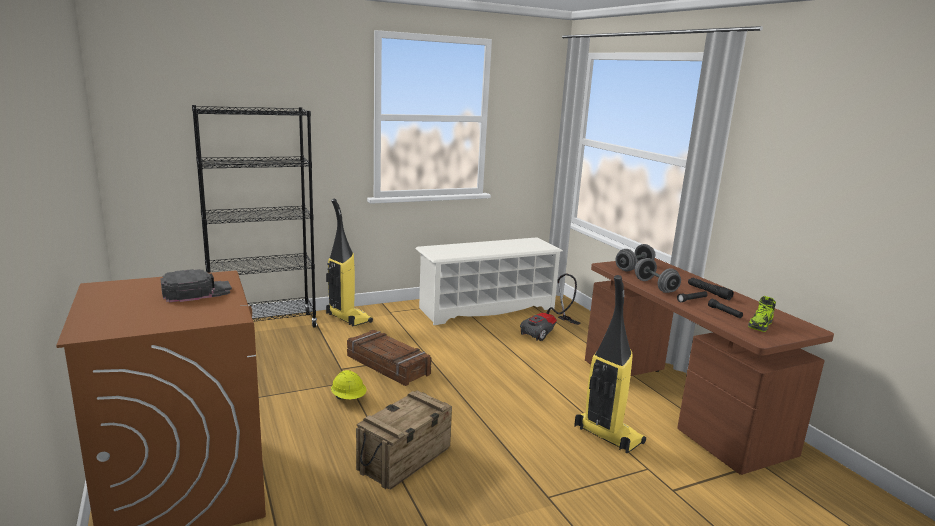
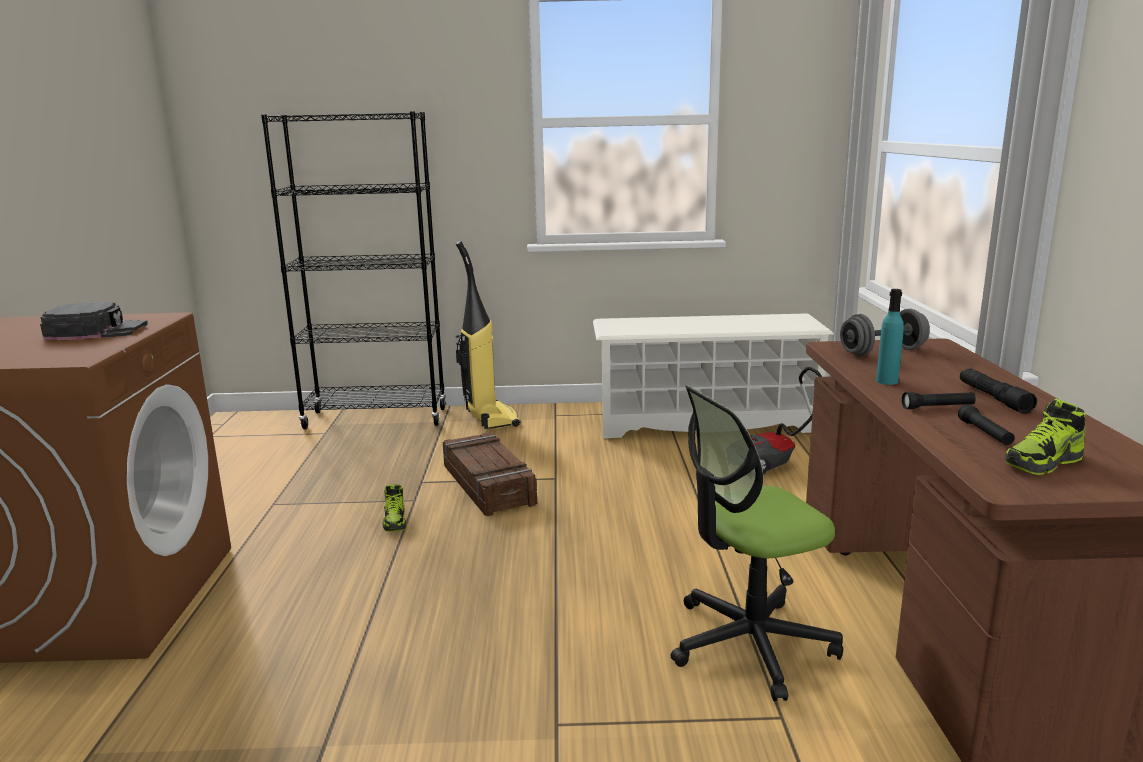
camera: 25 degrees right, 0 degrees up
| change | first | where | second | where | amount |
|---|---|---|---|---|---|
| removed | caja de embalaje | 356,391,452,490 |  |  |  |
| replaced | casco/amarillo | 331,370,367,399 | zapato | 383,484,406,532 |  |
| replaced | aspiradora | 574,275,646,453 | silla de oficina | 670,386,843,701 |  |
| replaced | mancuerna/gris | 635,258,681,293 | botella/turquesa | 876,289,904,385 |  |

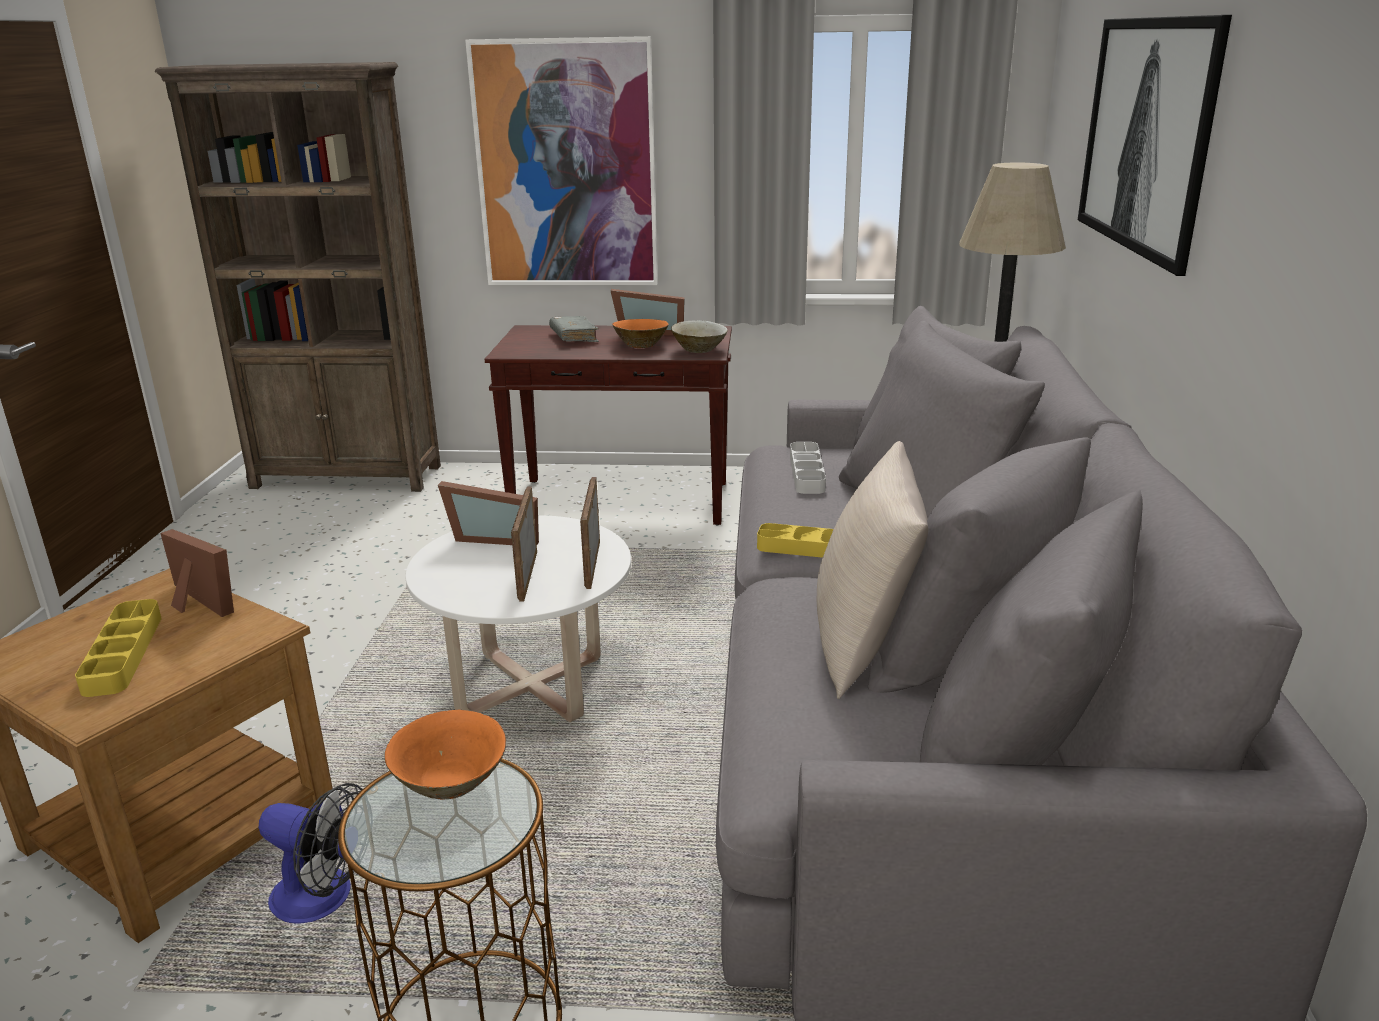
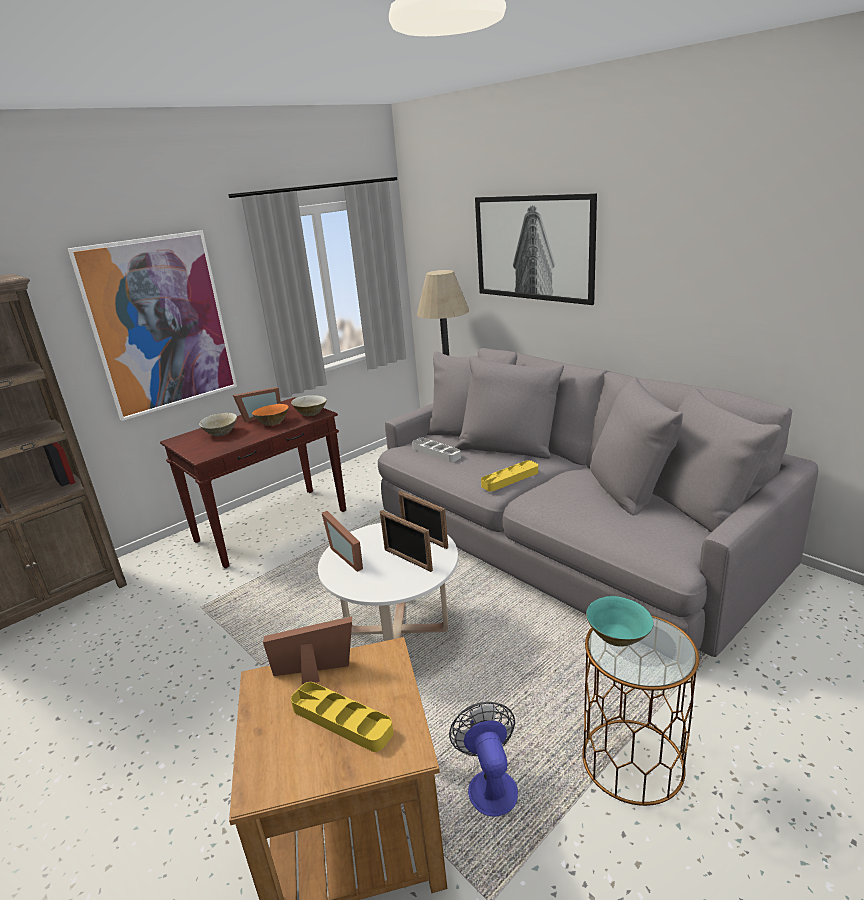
camera: 45 degrees left, 0 degrees up
| change | first | where | second | where | amount |
|---|---|---|---|---|---|
| removed | cojín/beis | 817,441,928,699 |  |  |  |
| replaced | libro/gris | 549,316,599,342 | cuenco/beis | 199,413,237,436 |  |
| recoloured | cuenco/naranja | 385,710,506,800 | cuenco/turquesa | 586,596,654,646 |  |
| turned | ventilador | 259,783,363,923 |  | 449,702,518,816 | 75 degrees counterclockwise |
| turned | portarretratos | 438,481,539,545 |  | 322,511,363,572 | 90 degrees clockwise |

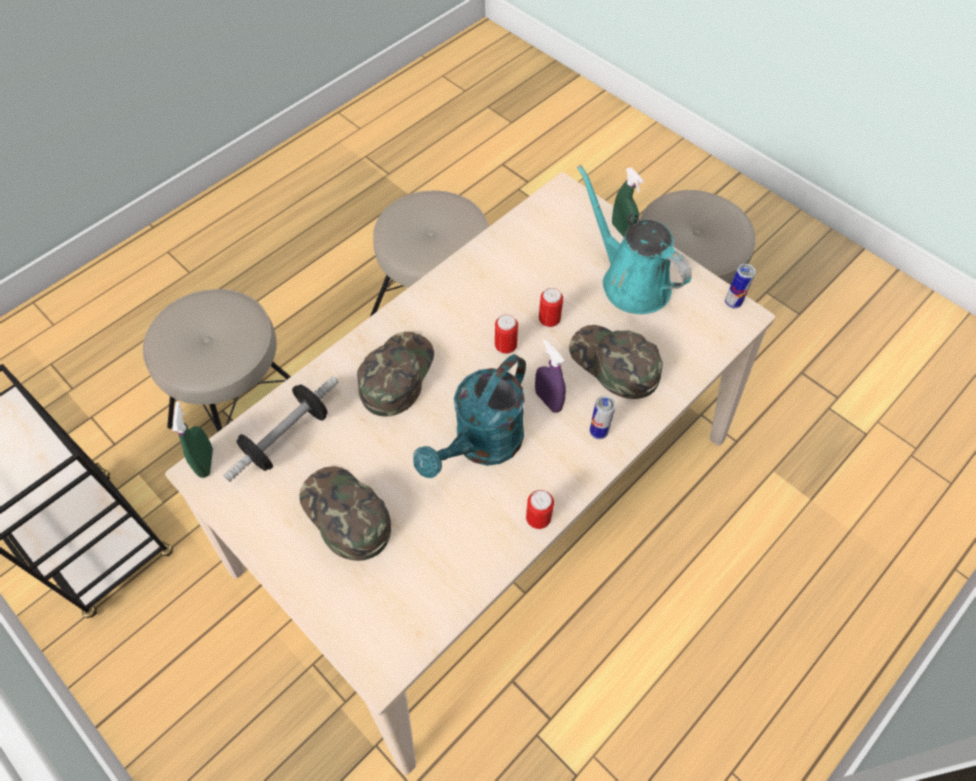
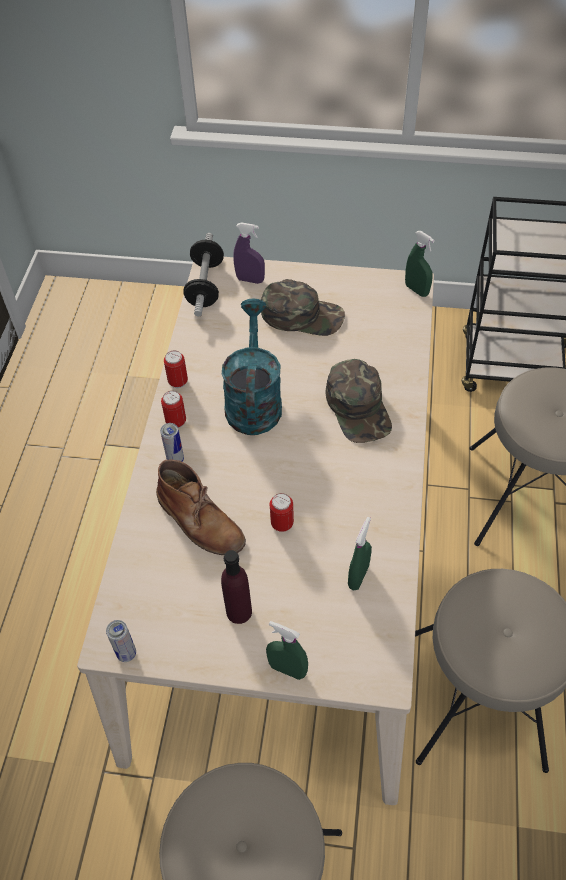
camera: 145 degrees right, 5 degrees down
| change | first | where | second | where | amount |
|---|---|---|---|---|---|
| added |  |  | pulverizador/verde | 348,517,372,590 |  |
| moved | mancuerna | 223,376,339,482 |  | 183,233,224,317 |  |
| moved | lata | 495,314,518,354 |  | 161,391,186,428 |  |
| moved | pulverizador/morado | 535,340,566,413 |  | 233,222,265,284 |  |
| replaced | gorra/verde | 569,325,663,399 | bota/marrón | 156,459,246,555 |  |
| replaced | regadera/turquesa | 577,165,692,314 | botella/morado | 221,550,252,624 |  |

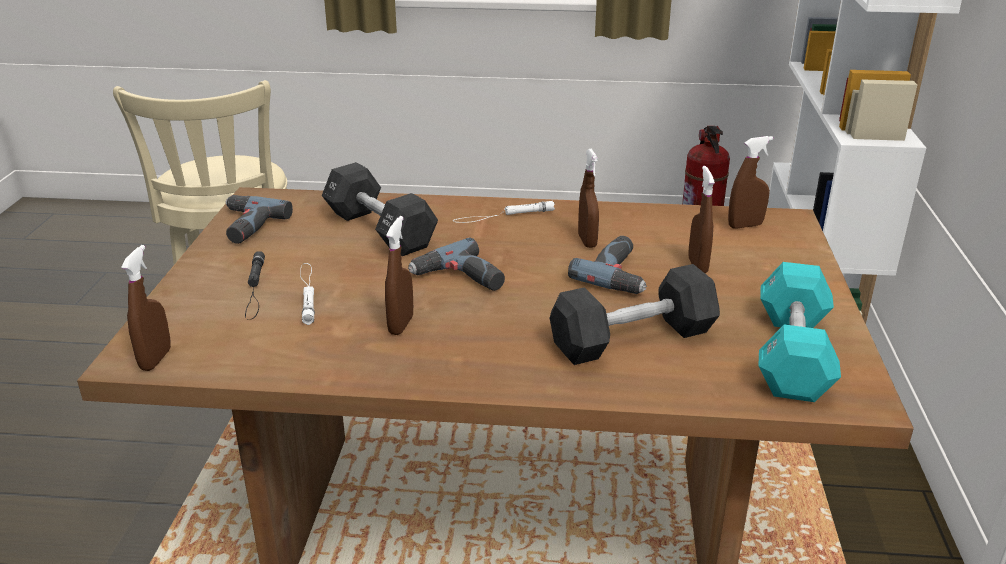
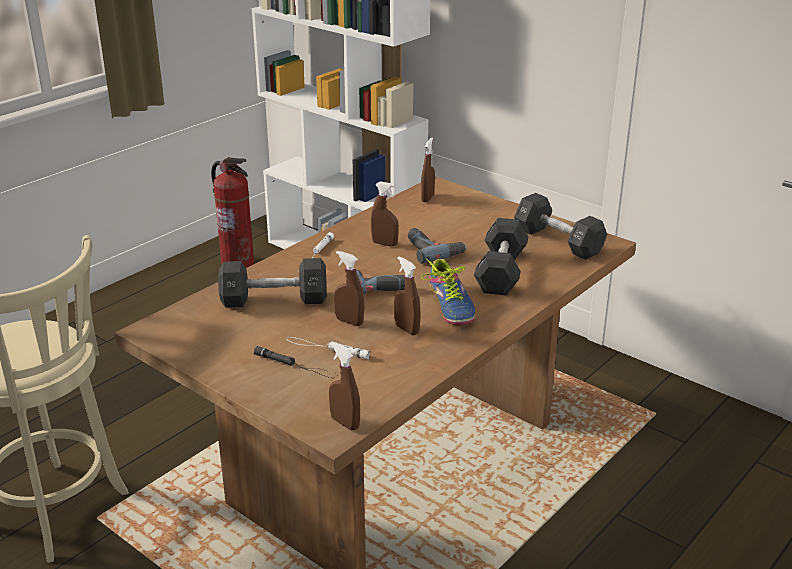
camera: 55 degrees left, 0 degrees up
| change | first | where | second | where | amount |
|---|---|---|---|---|---|
| removed | taladro | 225,195,293,244 |  |  |  |
| added |  |  | zapato | 421,259,475,325 |  |
| moved | pulverizador/marrón | 688,166,715,273 |  | 334,251,364,326 |  |
| recoloured | mancuerna/turquesa | 759,262,841,402 | mancuerna/negro | 514,193,607,260 |  |

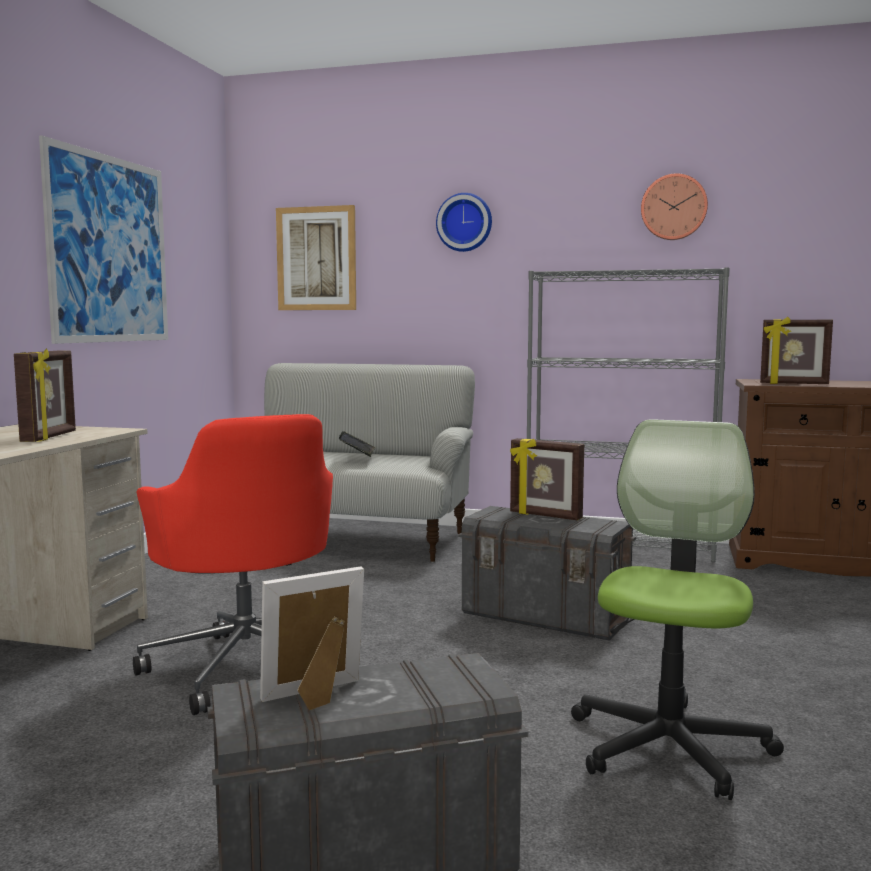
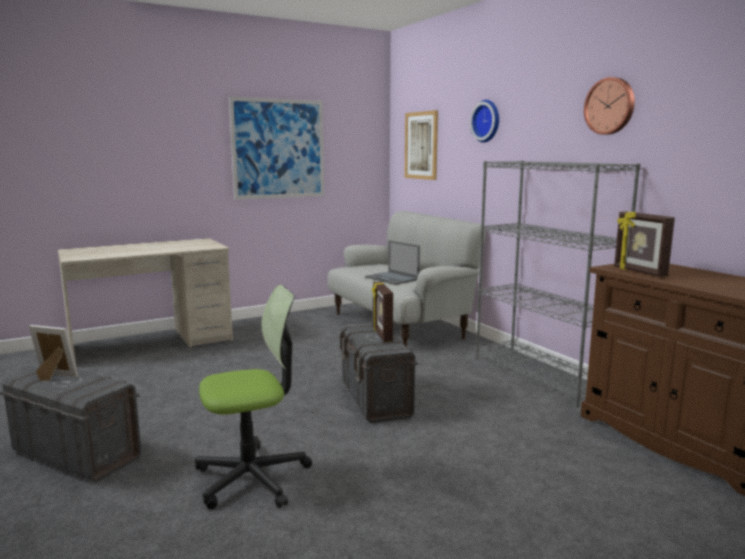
camera: 45 degrees right, 5 degrees up
| change | first | where | second | where | amount |
|---|---|---|---|---|---|
| removed | portarretratos | 14,348,76,442 |  |  |  |
| removed | silla de oficina/rojo | 133,414,333,715 |  |  |  |
| replaced | libro | 339,431,375,457 | portátil | 365,240,420,285 |  |

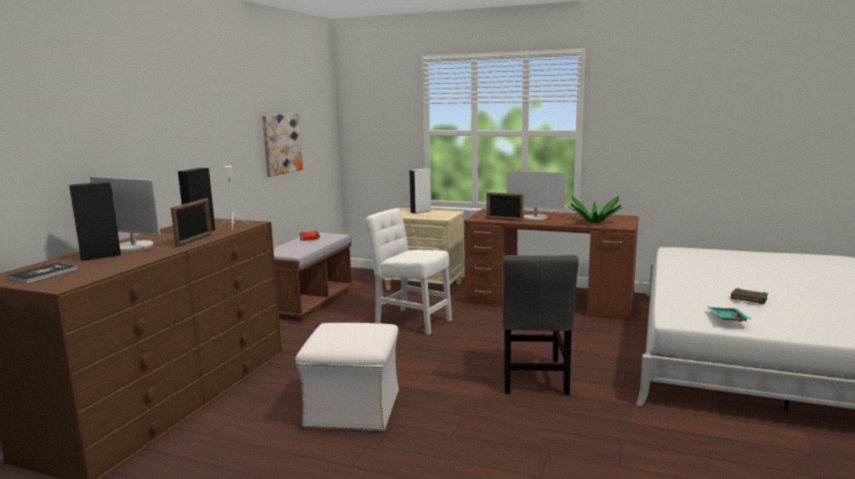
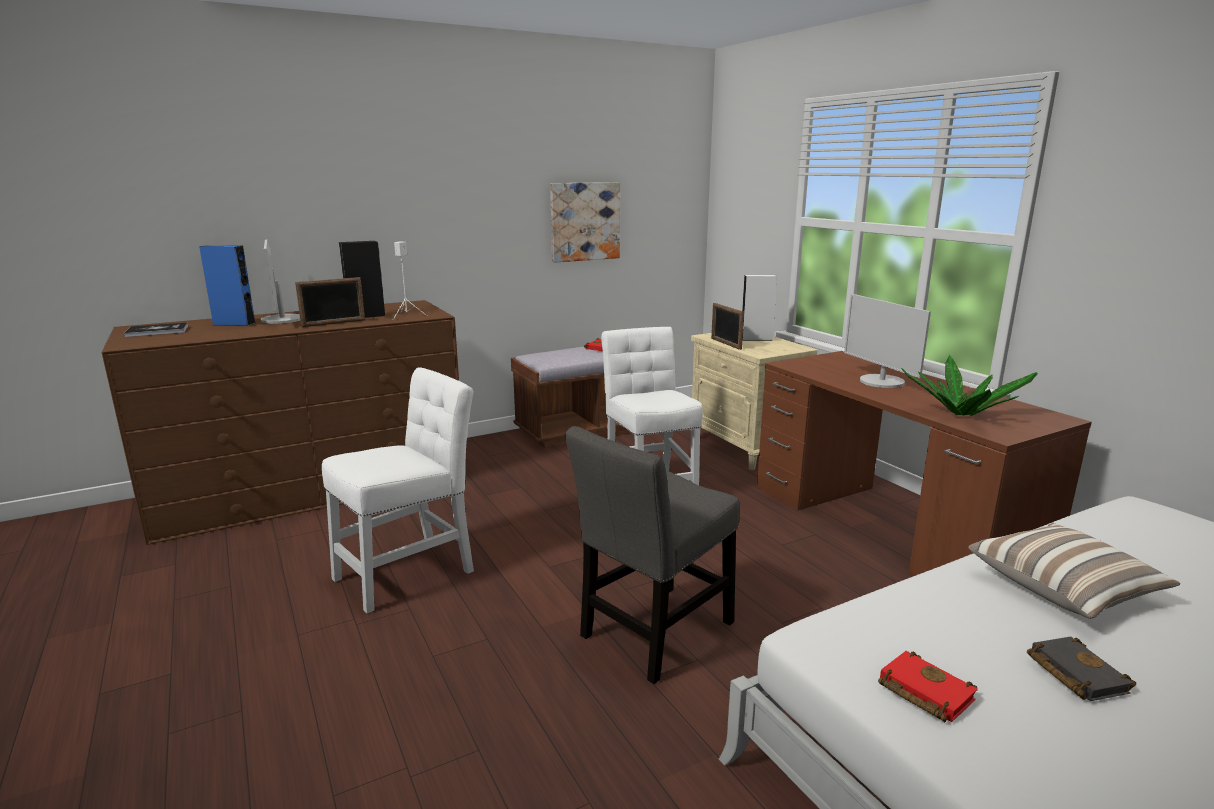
camera: 40 degrees right, 5 degrees up
| change | first | where | second | where | amount |
|---|---|---|---|---|---|
| added |  |  | cojín | 968,523,1180,619 |  |
| moved | portarretratos | 487,192,523,221 |  | 711,303,744,350 |  |
| replaced | puf/blanco | 296,323,399,431 | silla/blanco | 322,367,474,613 |  |
| replaced | bandeja/turquesa | 707,306,751,322 | libro/rojo | 878,651,978,722 |  |
| recoloured | altavoz/negro | 69,181,121,261 | altavoz/azul | 199,245,255,326 |  |

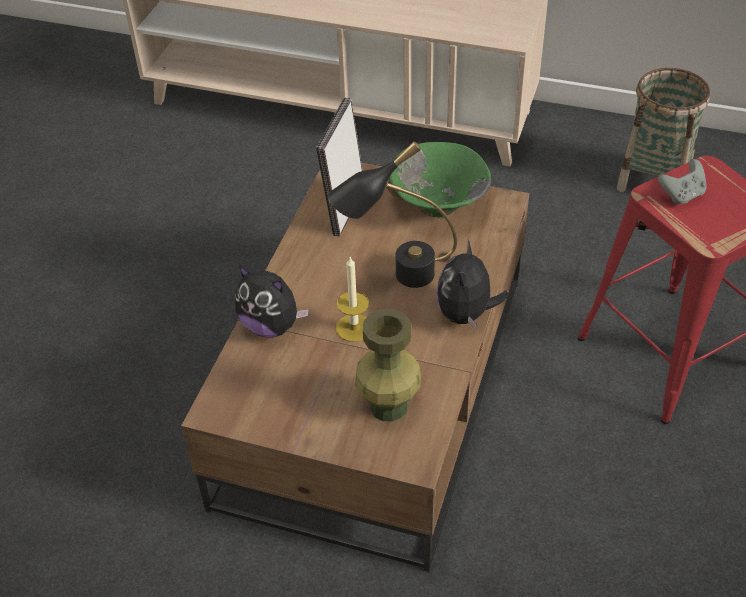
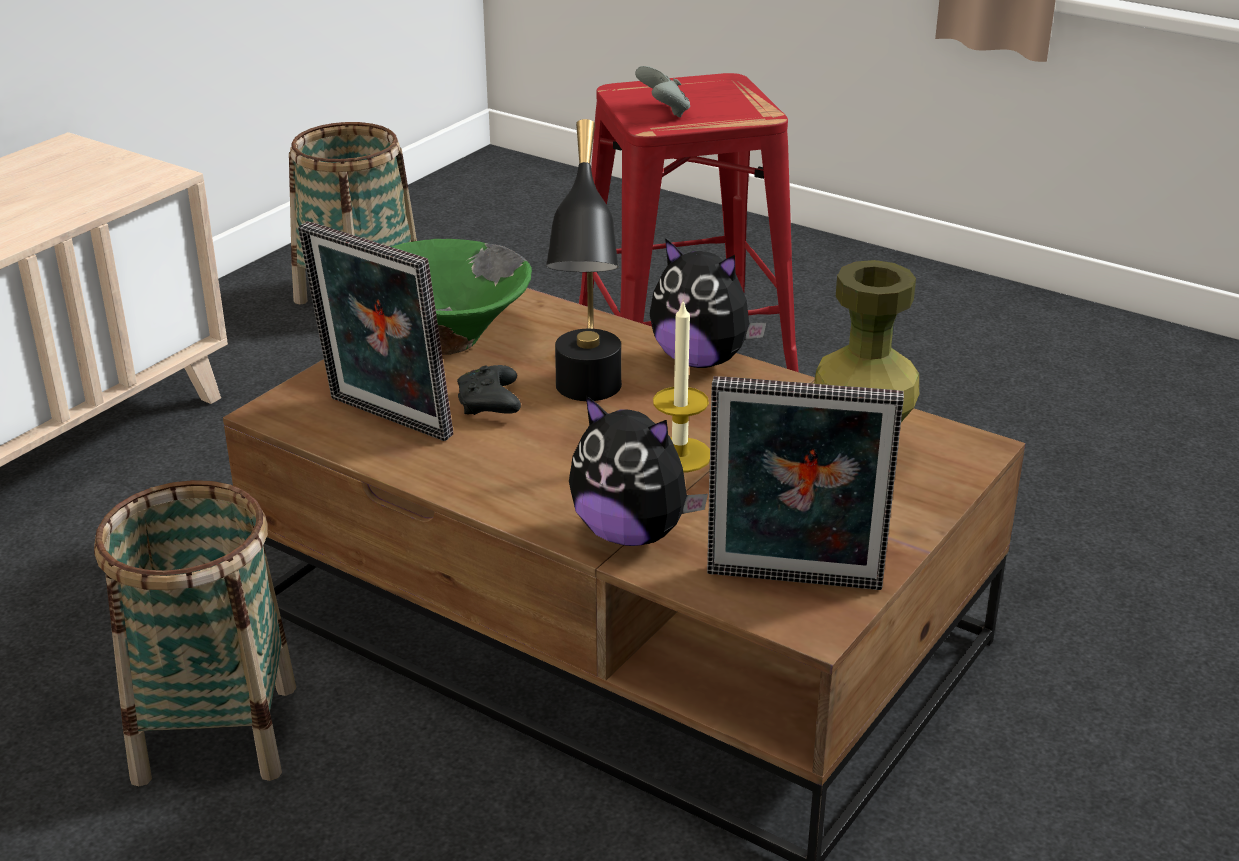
camera: 75 degrees left, 15 degrees down
| change | first | where | second | where | amount |
|---|---|---|---|---|---|
| added |  |  | cesta | 94,480,296,786 |  |
| added |  |  | mando de consola/negro | 457,365,521,415 |  |
| added |  |  | portarretratos | 707,376,904,590 |  |
| turned | peluche | 235,265,309,337 |  | 569,396,708,546 | 75 degrees clockwise |

